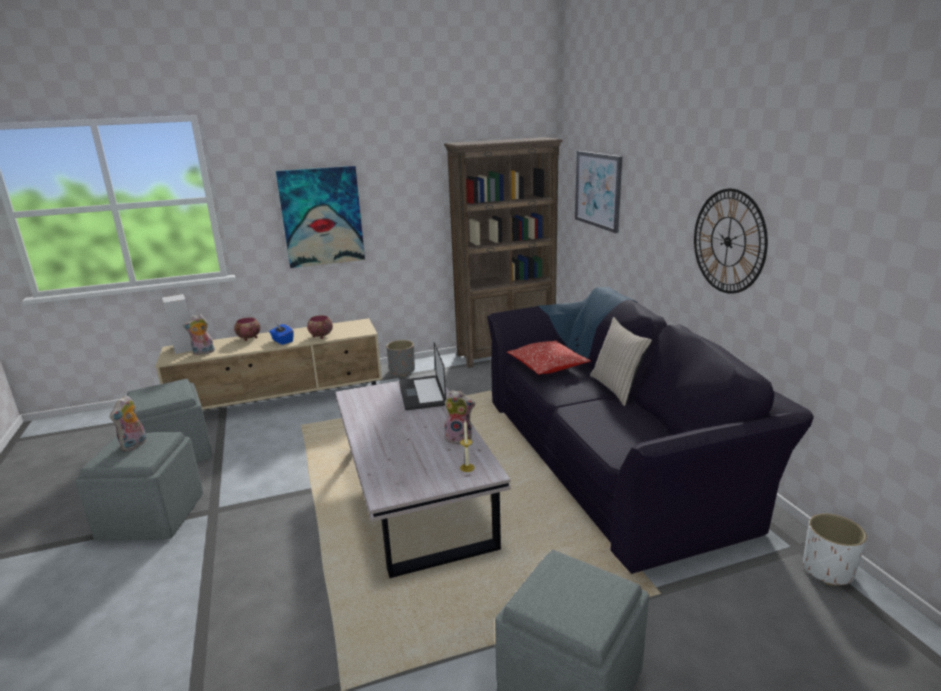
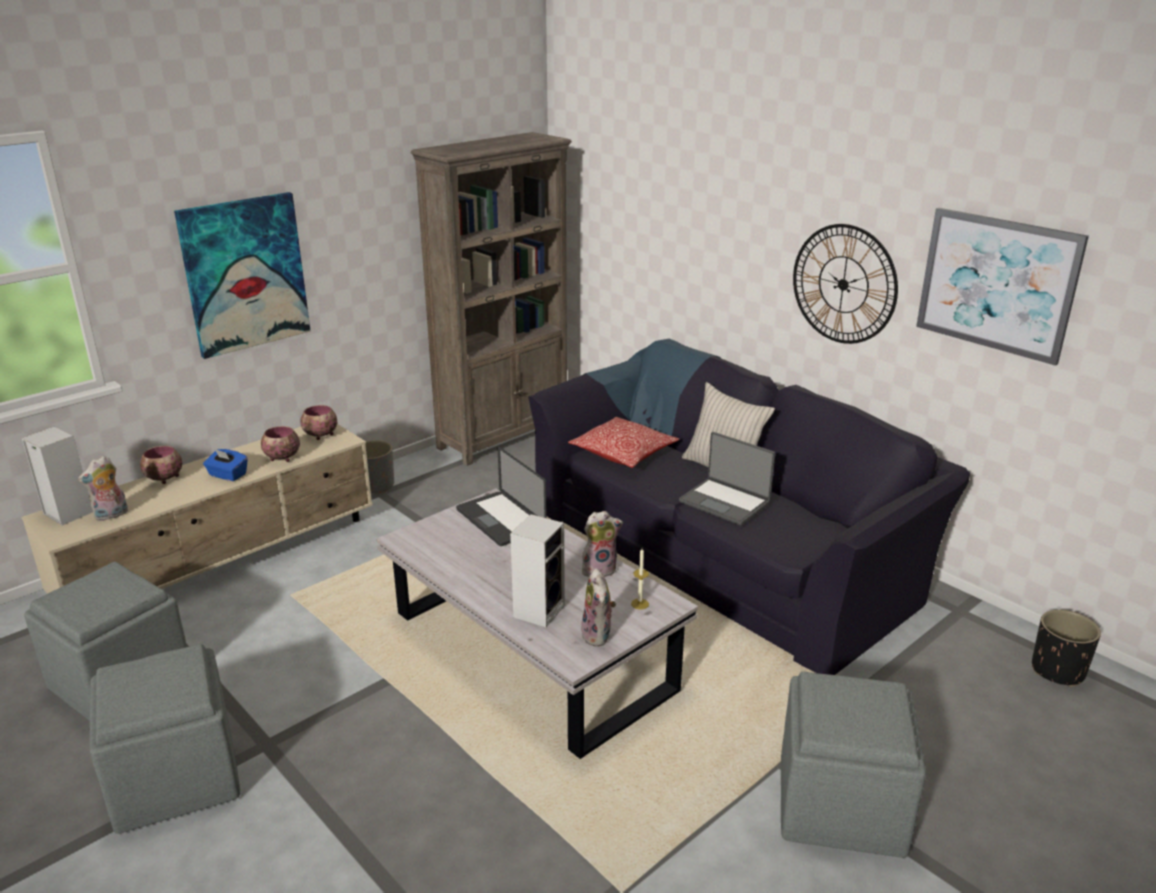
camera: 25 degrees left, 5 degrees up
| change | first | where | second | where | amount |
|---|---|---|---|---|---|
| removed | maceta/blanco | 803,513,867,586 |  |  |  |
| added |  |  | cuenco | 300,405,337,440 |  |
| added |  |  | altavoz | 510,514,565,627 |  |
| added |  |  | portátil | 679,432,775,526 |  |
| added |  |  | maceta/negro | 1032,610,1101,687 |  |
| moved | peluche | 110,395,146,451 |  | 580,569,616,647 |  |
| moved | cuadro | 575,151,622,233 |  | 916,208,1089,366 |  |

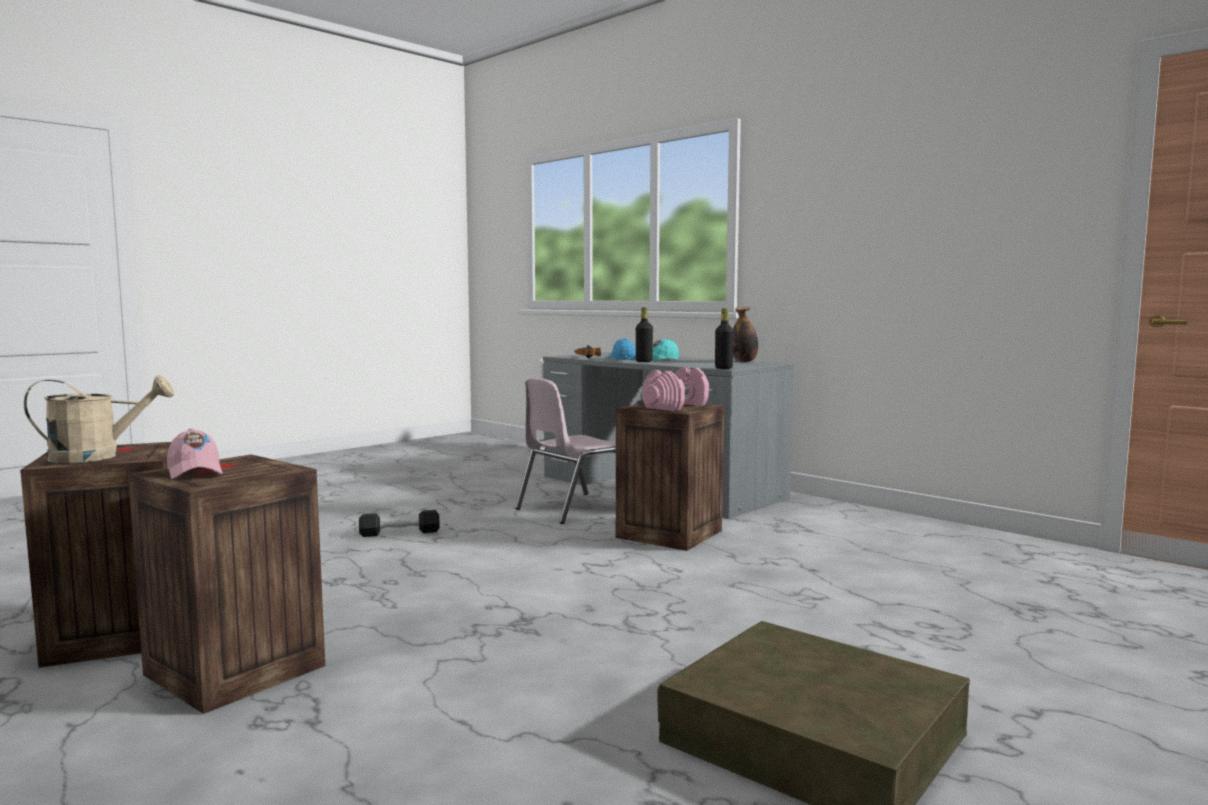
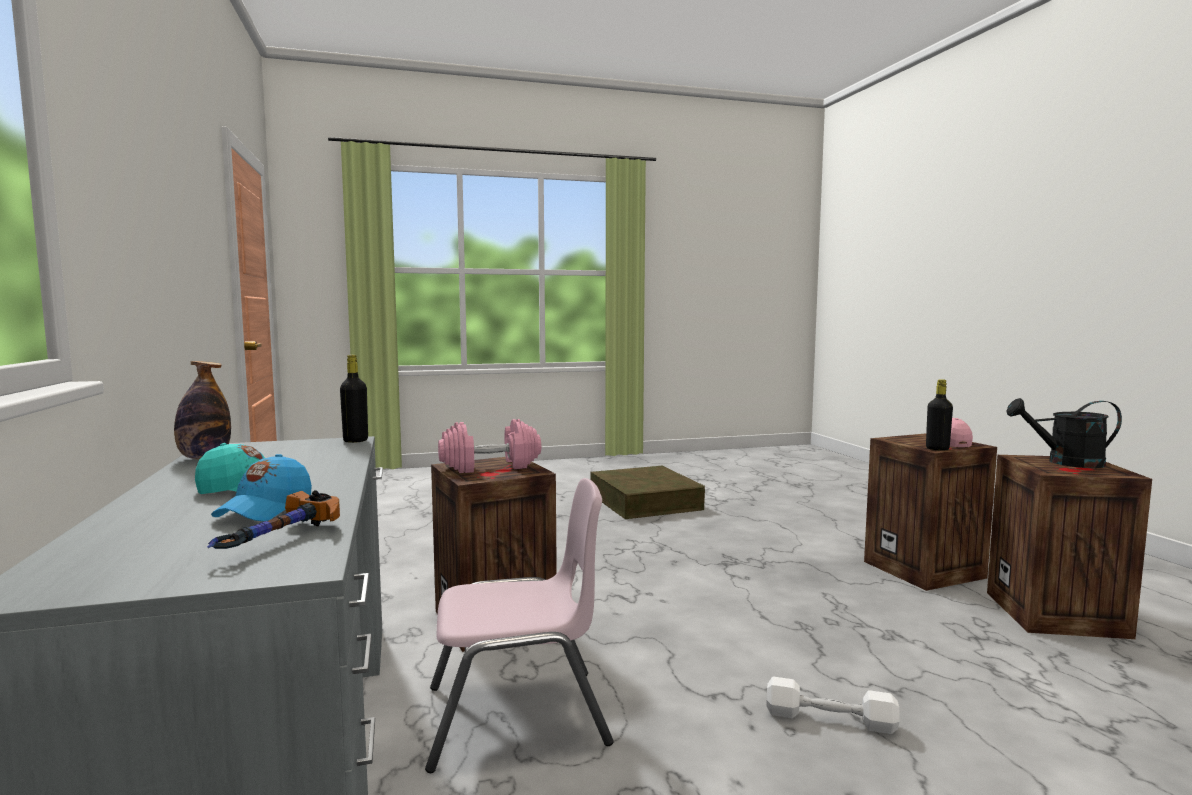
camera: 150 degrees left, 0 degrees up
| change | first | where | second | where | amount |
|---|---|---|---|---|---|
| moved | botella/negro | 636,307,653,362 |  | 926,379,953,451 |  |
| recoloured | regadera/beis | 24,375,174,463 | regadera/negro | 1006,398,1122,468 |  |
| recoloured | mancuerna/negro | 359,510,439,537 | mancuerna/blanco | 767,676,900,734 |  |

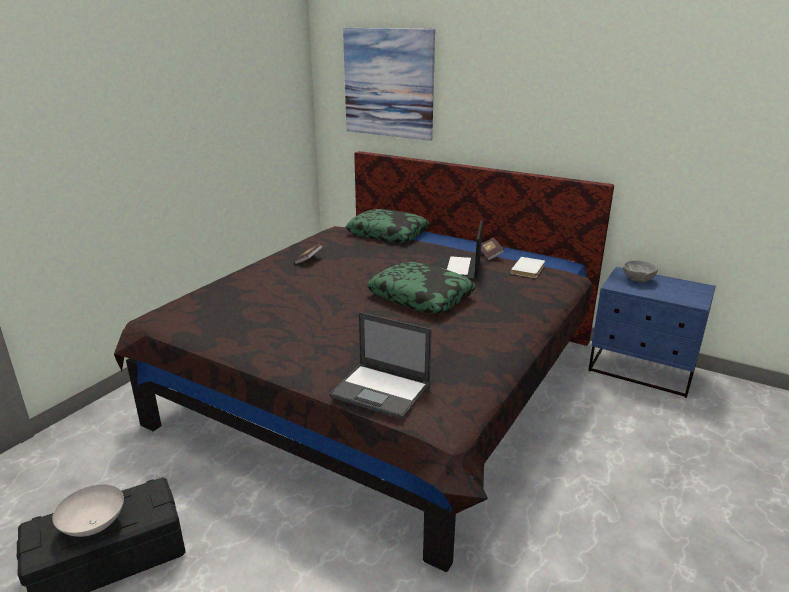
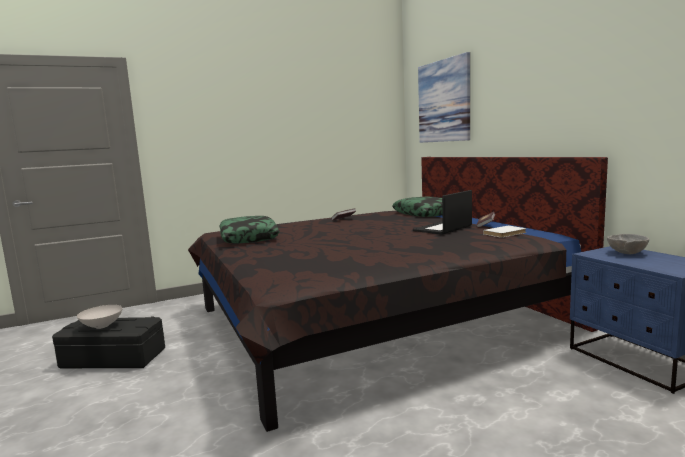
camera: 35 degrees right, 15 degrees down
| change | first | where | second | where | amount |
|---|---|---|---|---|---|
| removed | portátil | 329,312,432,419 |  |  |  |
| moved | cojín | 367,261,476,313 |  | 219,216,279,243 |  |

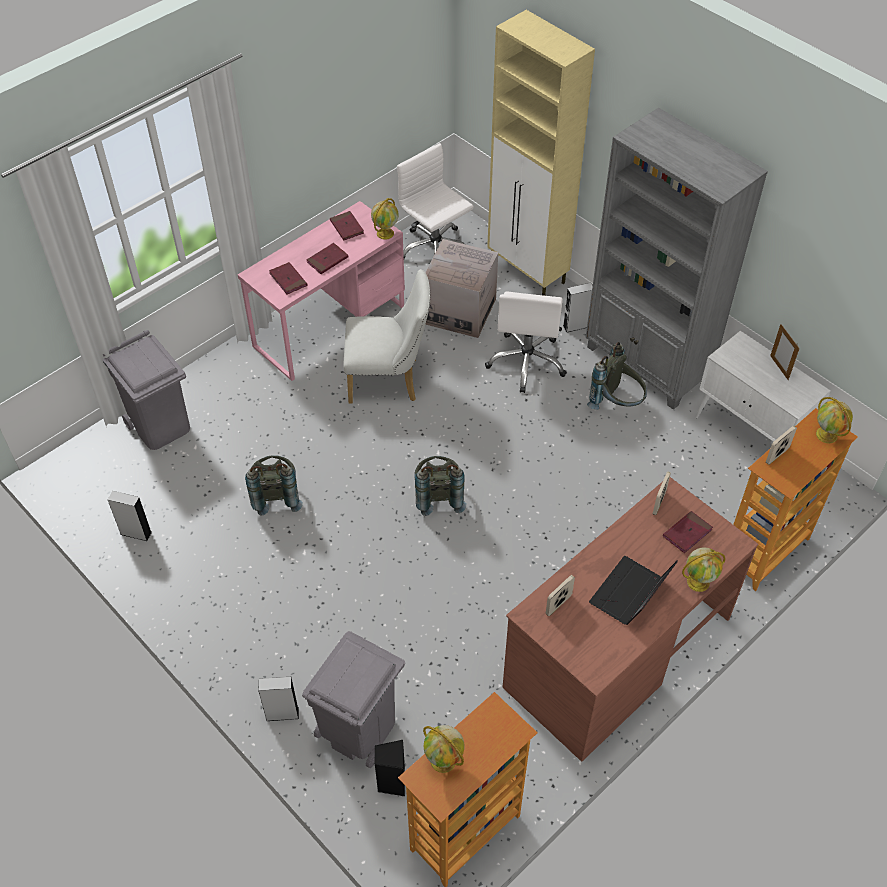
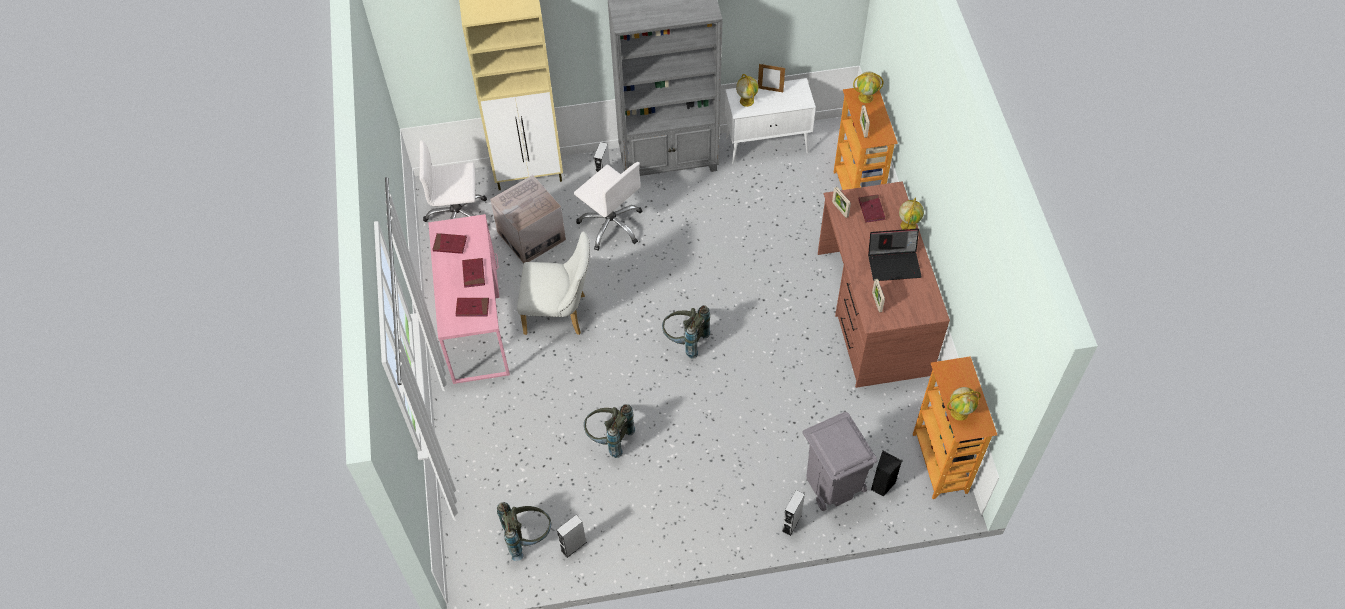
camera: 55 degrees left, 5 degrees up
| change | first | where | second | where | amount |
|---|---|---|---|---|---|
| removed | papelera/gris | 103,330,190,450 |  |  |  |
| moved | globo terráqueo | 371,198,399,240 |  | 736,74,759,107 |  |
| moved | mochila/gris | 587,342,647,410 |  | 497,502,551,561 |  |
| turned | silla/blanco | 343,269,430,404 |  | 517,231,590,335 | 60 degrees clockwise |
| turned | portátil | 589,556,678,625 |  | 868,229,922,281 | 75 degrees counterclockwise |

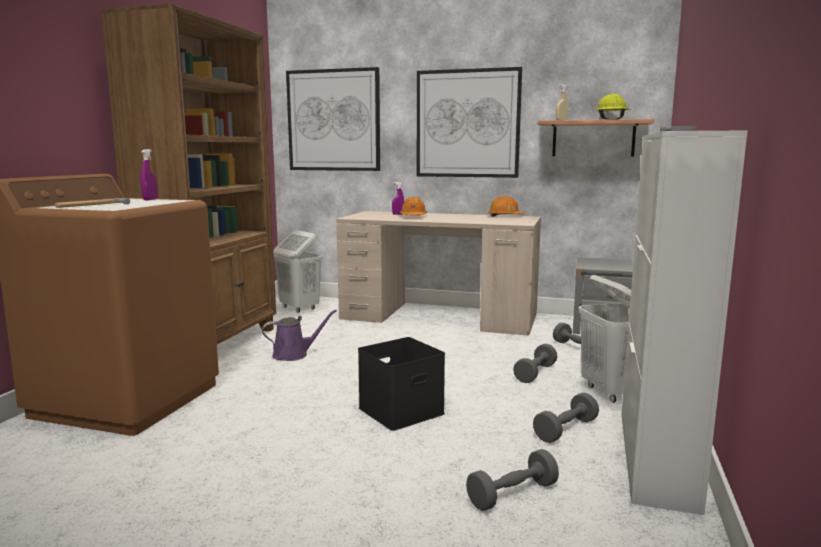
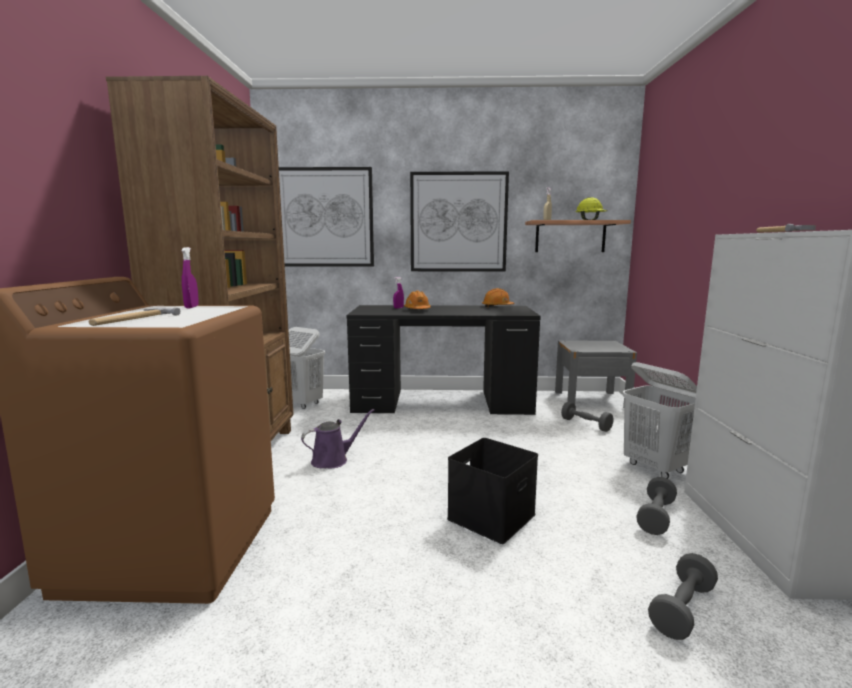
camera: 15 degrees left, 0 degrees up
| change | first | where | second | where | amount |
|---|---|---|---|---|---|
| removed | mancuerna/gris | 513,344,557,383 |  |  |  |
| recoloured | escritorio/beis | 336,211,541,336 | escritorio/negro | 347,305,541,415 |  |

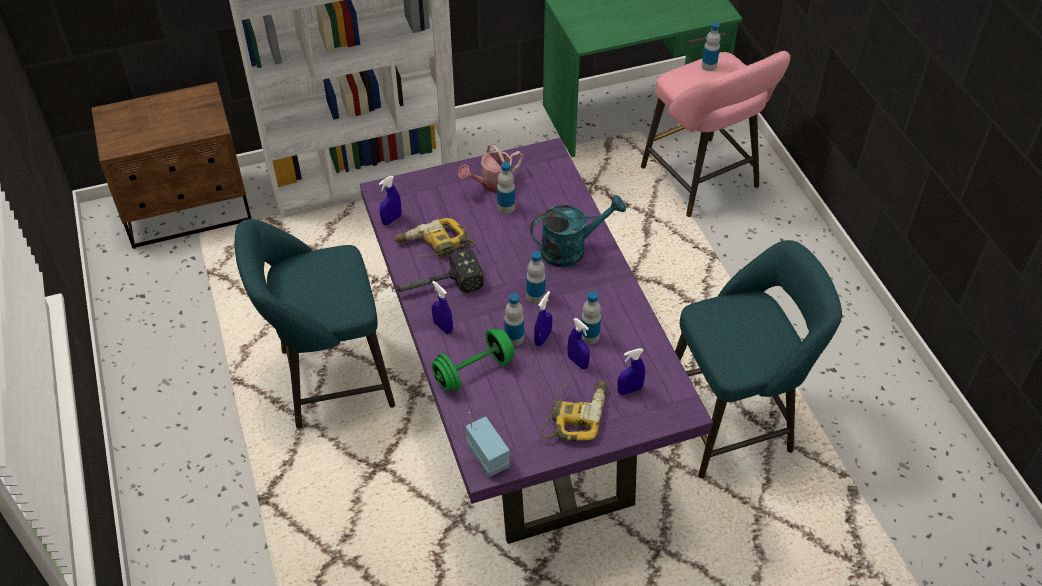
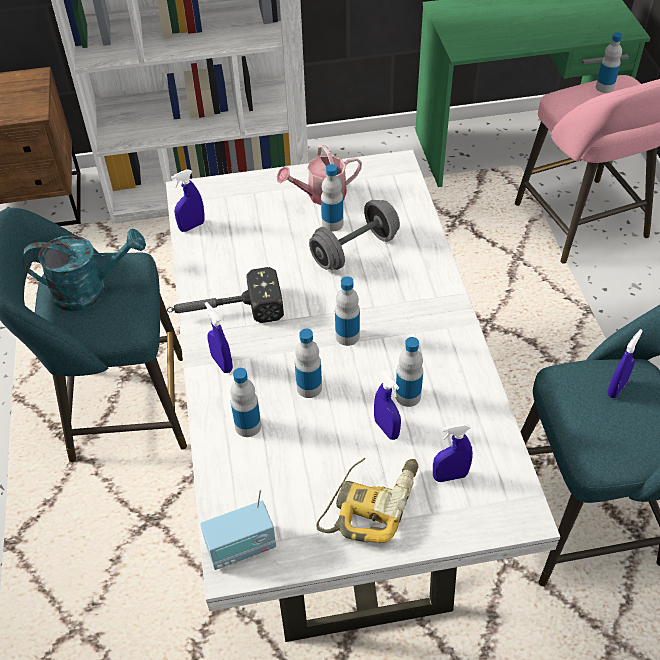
camera: 10 degrees right, 0 degrees up
| change | first | where | second | where | amount |
|---|---|---|---|---|---|
| removed | taladro | 395,218,476,258 |  |  |  |
| added |  |  | mancuerna/gris | 309,200,400,270 |  |
| moved | regadera/turquesa | 530,195,626,267 |  | 22,229,146,311 |  |
| moved | pulverizador/azul | 534,291,552,346 |  | 607,329,643,398 |  |
| replaced | mancuerna/verde | 432,329,515,391 | botella | 230,368,261,437 |  |
| recoloured | mesa de comedor/morado | 360,138,713,544 | mesa de comedor/blanco | 166,150,560,642 |  |
| turned | radio | 466,412,510,477 |  | 200,489,276,570 | 90 degrees clockwise |

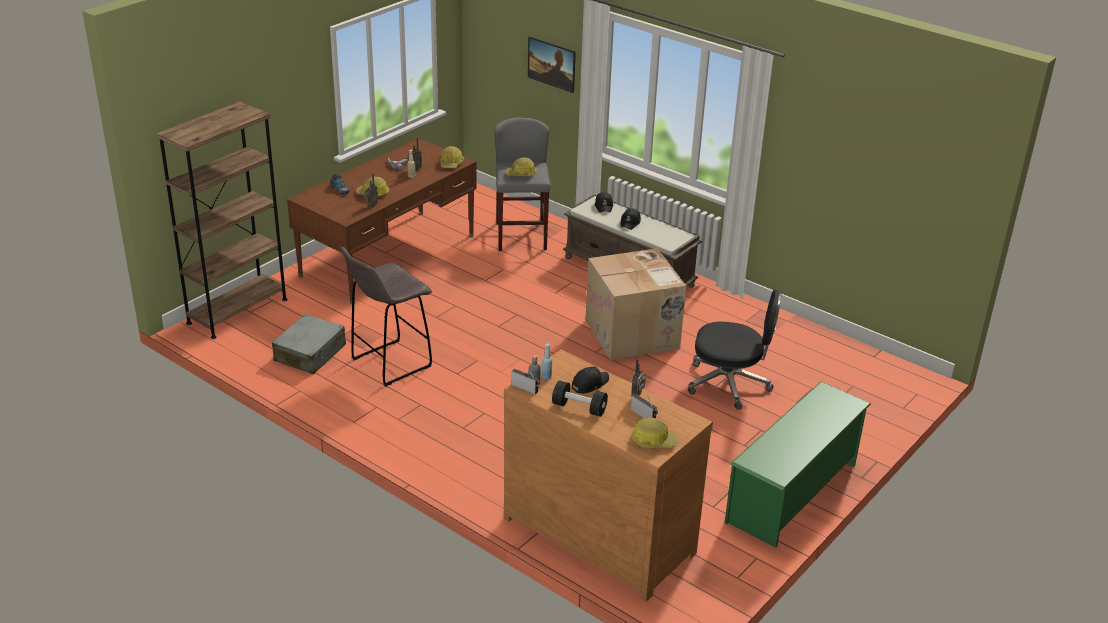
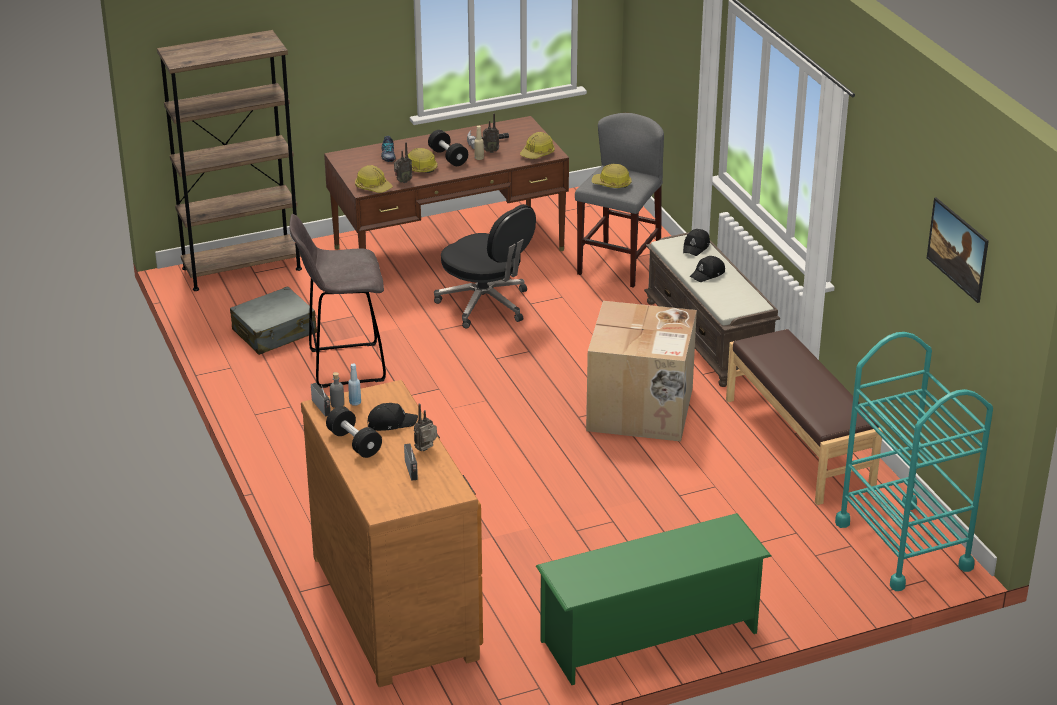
camera: 30 degrees right, 0 degrees up
| change | first | where | second | where | amount |
|---|---|---|---|---|---|
| added |  |  | mancuerna/negro | 428,130,468,166 |  |
| added |  |  | banco/marrón | 726,329,883,505 |  |
| added |  |  | carrito/turquesa | 835,332,993,591 |  |
| moved | cuadro | 528,36,576,93 |  | 927,197,989,303 |  |
| moved | casco | 631,417,677,448 |  | 355,165,392,193 |  |
| moved | silla de oficina/negro | 688,290,781,410 |  | 434,204,536,328 |  |

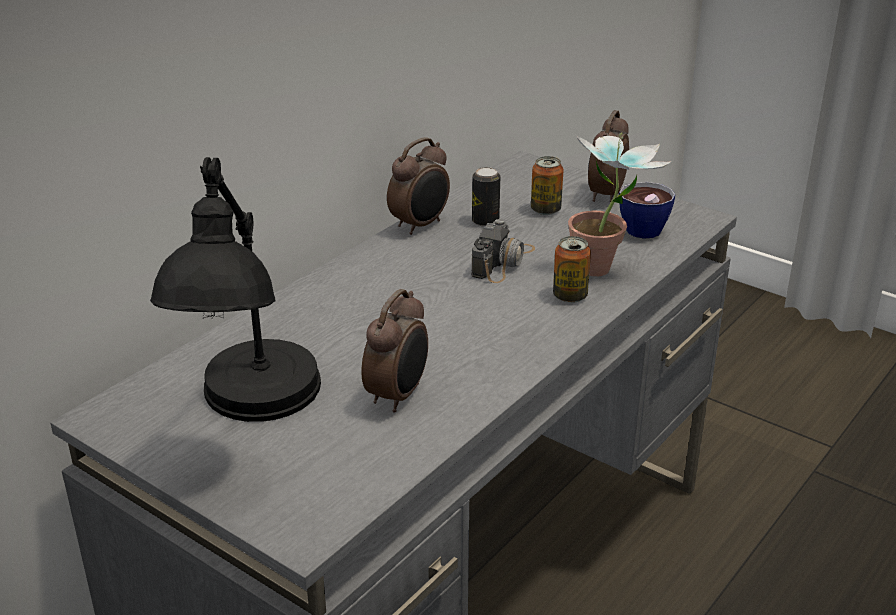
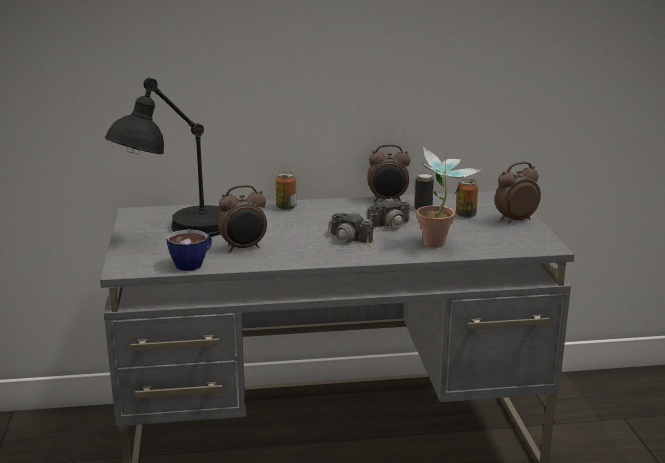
camera: 45 degrees right, 10 degrees down
| change | first | where | second | where | amount |
|---|---|---|---|---|---|
| added |  |  | cámara | 325,211,373,251 |  |
| moved | lata | 553,236,591,303 |  | 276,172,296,210 |  |
| moved | taza | 619,182,675,238 |  | 166,230,212,271 |  |

